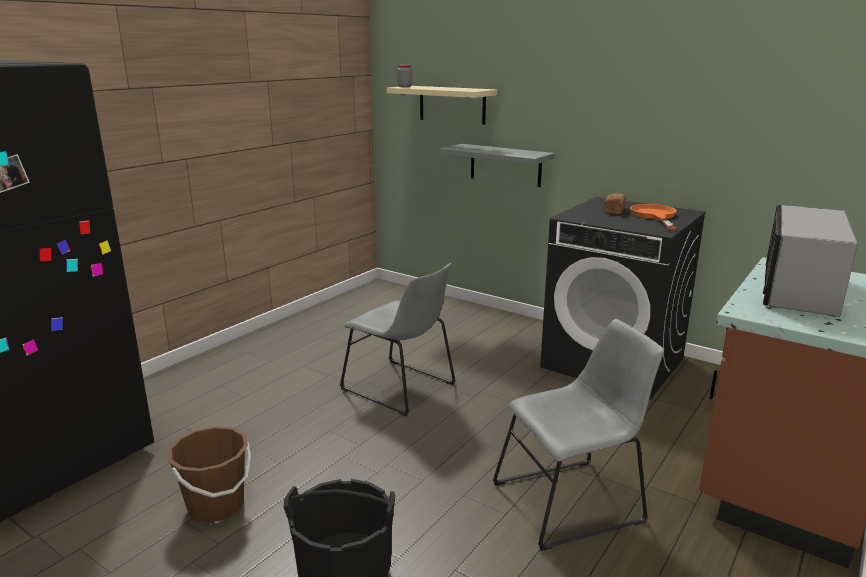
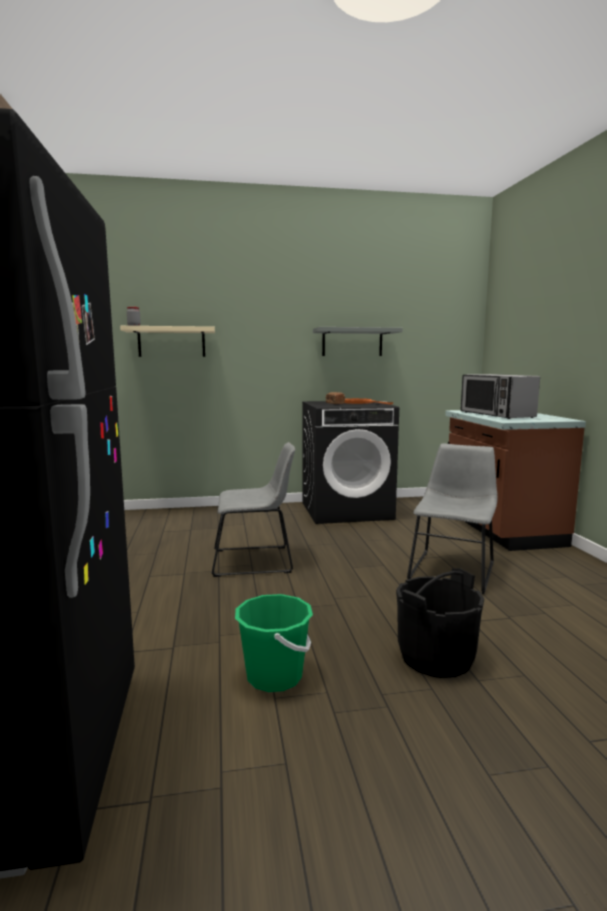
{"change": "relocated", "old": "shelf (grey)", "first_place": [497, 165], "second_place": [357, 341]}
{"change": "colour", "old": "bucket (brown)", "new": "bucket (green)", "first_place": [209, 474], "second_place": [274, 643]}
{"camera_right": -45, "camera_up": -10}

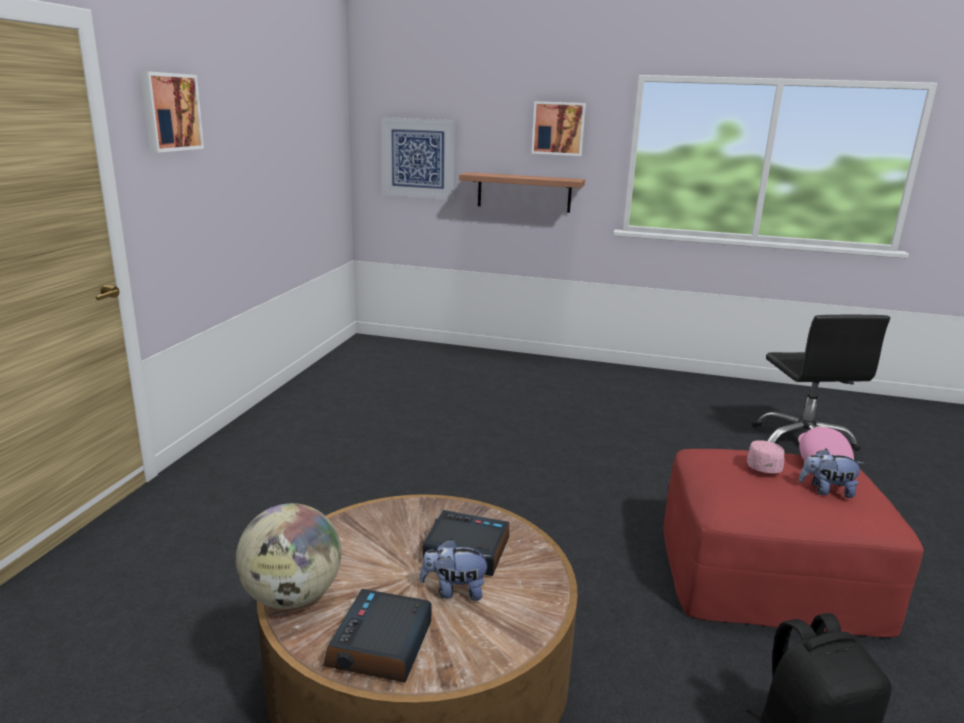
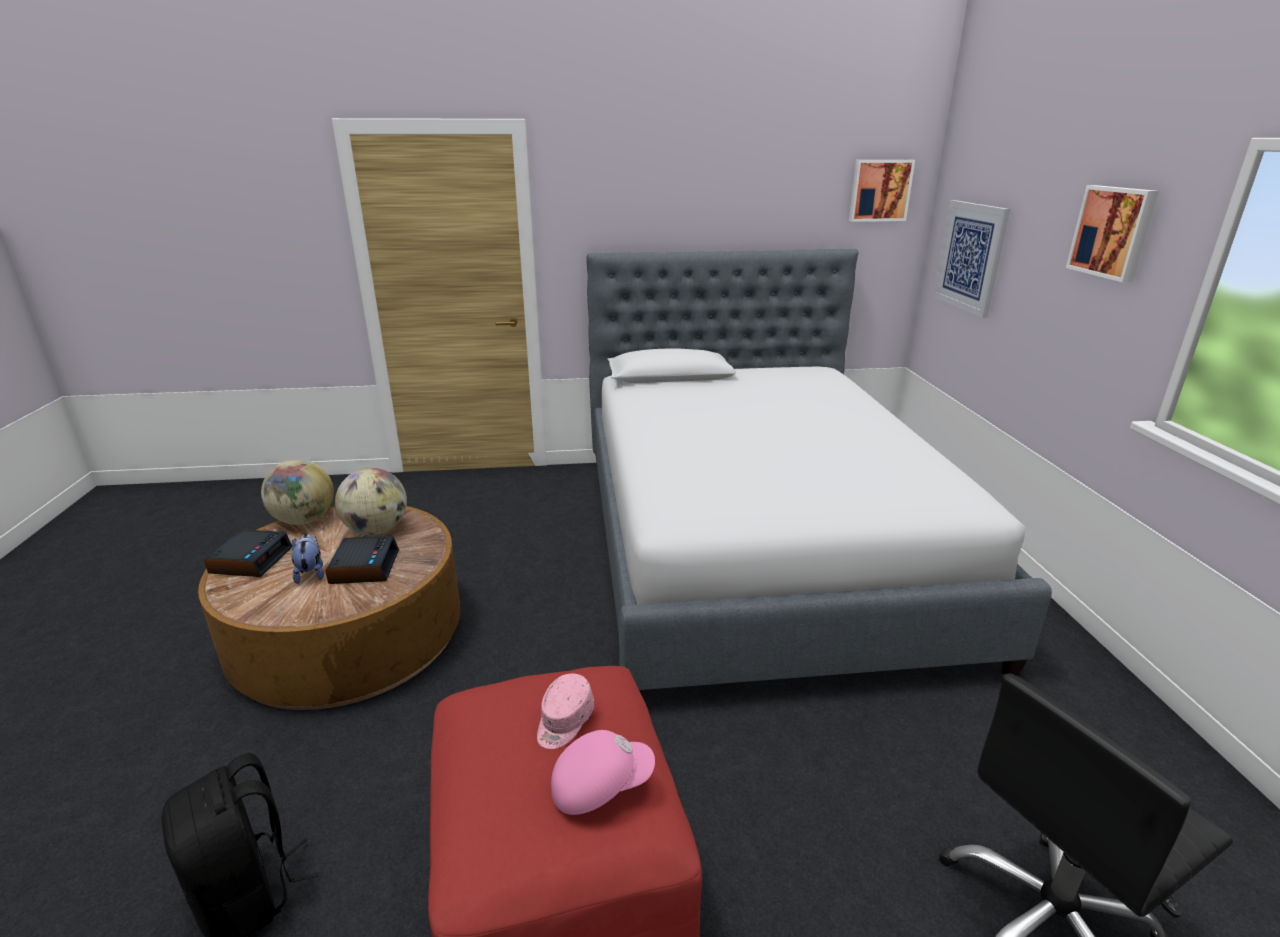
{"change": "relocated", "old": "picture", "first_place": [172, 112], "second_place": [882, 191]}
{"change": "missing", "old": "shelf", "first_place": [522, 192]}
{"change": "spun", "old": "cap (pink)", "first_place": [766, 456], "second_place": [565, 711], "degrees": 120}
{"change": "missing", "old": "plush toy", "first_place": [832, 473]}
{"change": "spun", "old": "alarm clock", "first_place": [378, 636], "second_place": [248, 553], "degrees": 105}
{"change": "appeared", "new": "bed", "second_place": [819, 473]}
{"change": "appeared", "new": "globe", "second_place": [371, 501]}
{"camera_right": 70, "camera_up": 5}

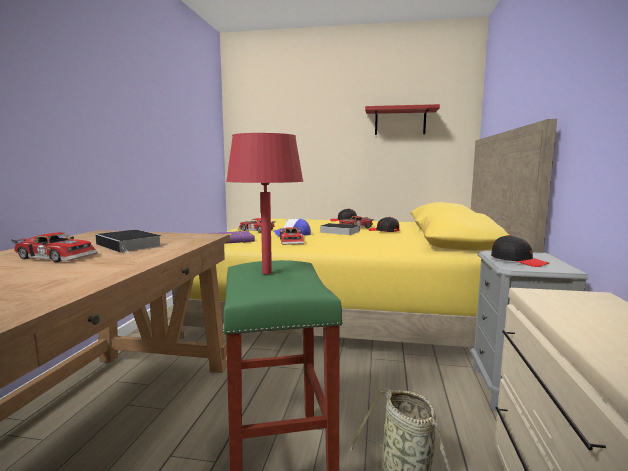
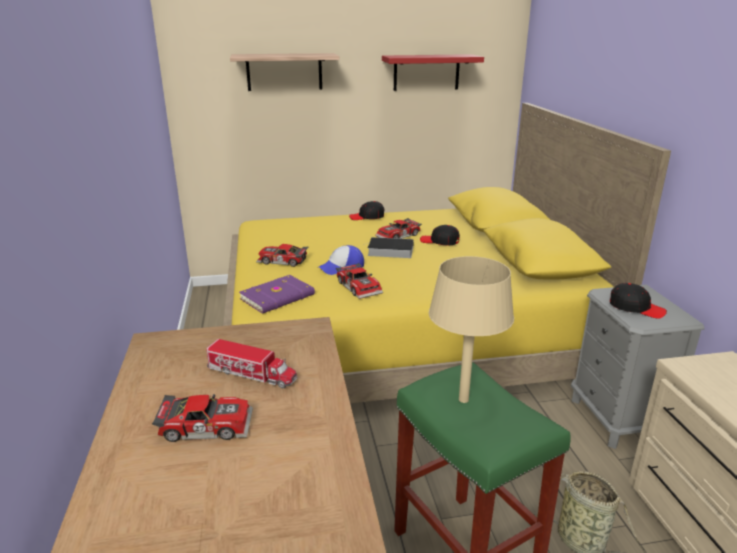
{"change": "colour", "old": "table lamp (red)", "new": "table lamp (beige)", "first_place": [264, 203], "second_place": [471, 329]}
{"change": "exchanged", "old": "book", "new": "toy truck", "first_place": [128, 242], "second_place": [252, 363]}
{"change": "appeared", "new": "shelf", "second_place": [285, 72]}
{"camera_right": -20, "camera_up": 15}

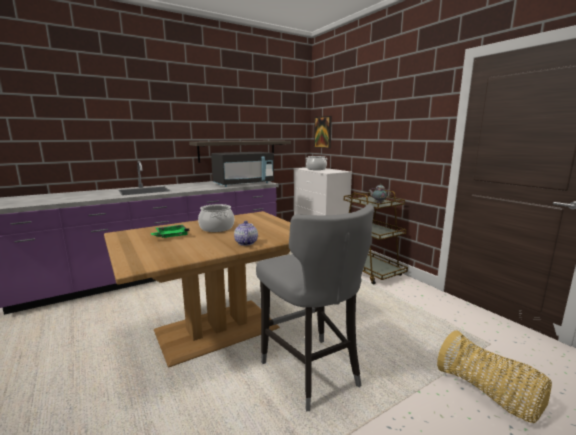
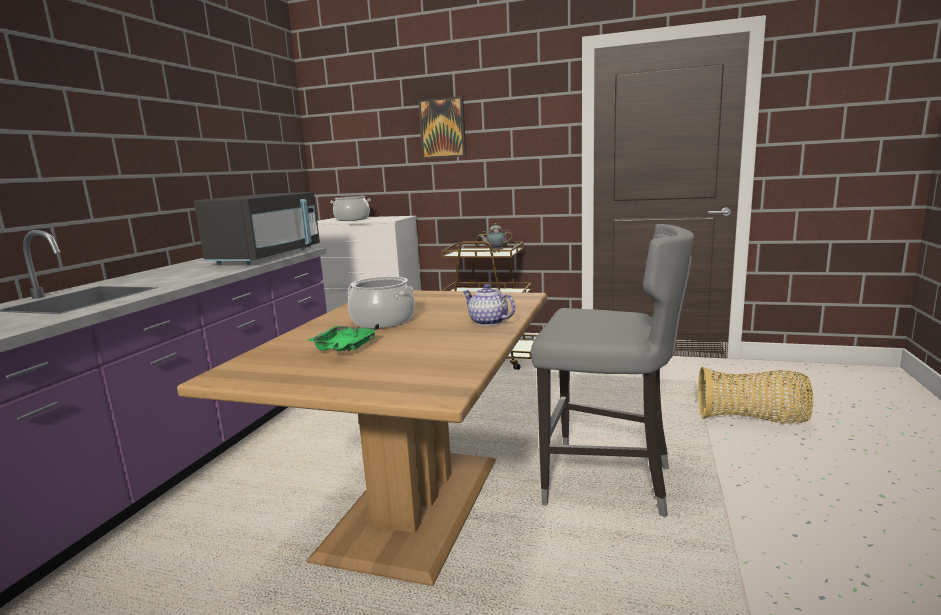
{"change": "relocated", "old": "picture", "first_place": [323, 132], "second_place": [442, 127]}
{"change": "missing", "old": "shelf", "first_place": [240, 152]}
{"camera_right": -40, "camera_up": 0}

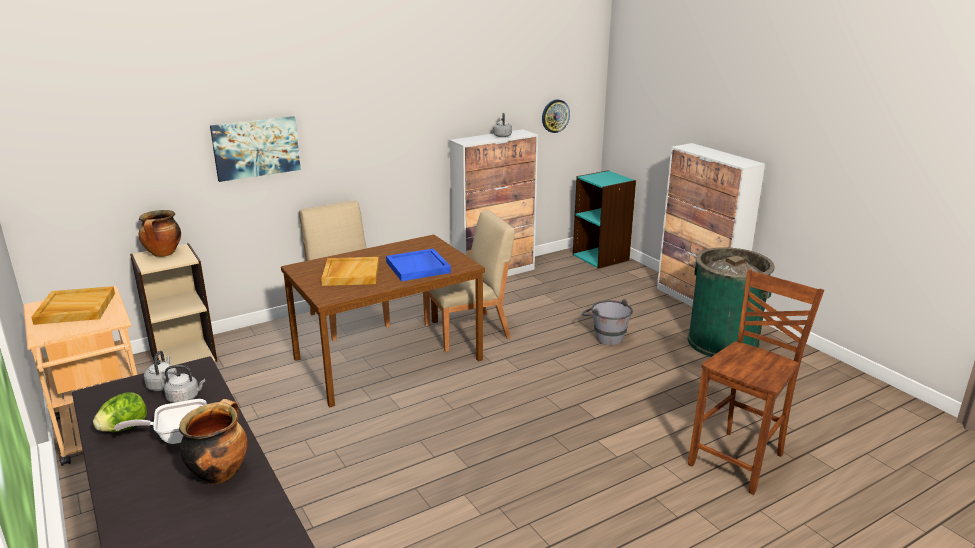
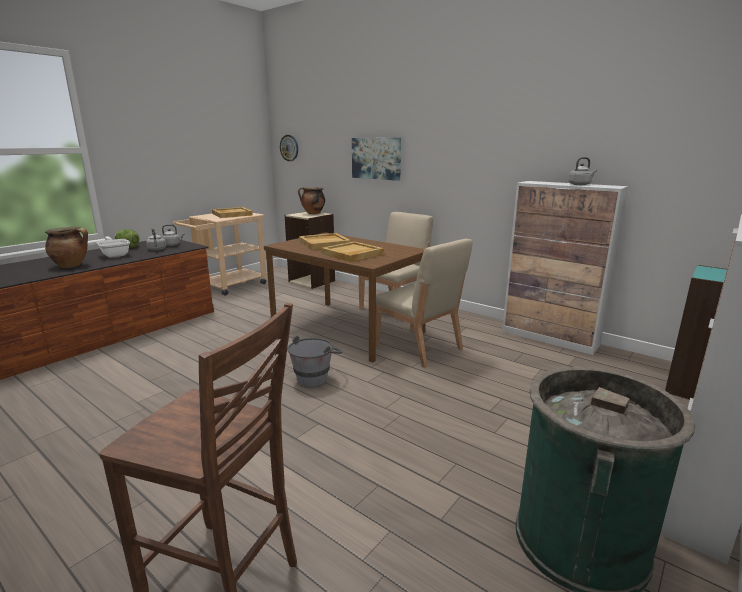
{"change": "relocated", "old": "wall clock", "first_place": [556, 116], "second_place": [289, 148]}
{"change": "colour", "old": "tray (blue)", "new": "tray (beige)", "first_place": [418, 265], "second_place": [352, 251]}
{"change": "relocated", "old": "bucket (grey)", "first_place": [607, 322], "second_place": [315, 362]}
{"camera_right": 70, "camera_up": -5}

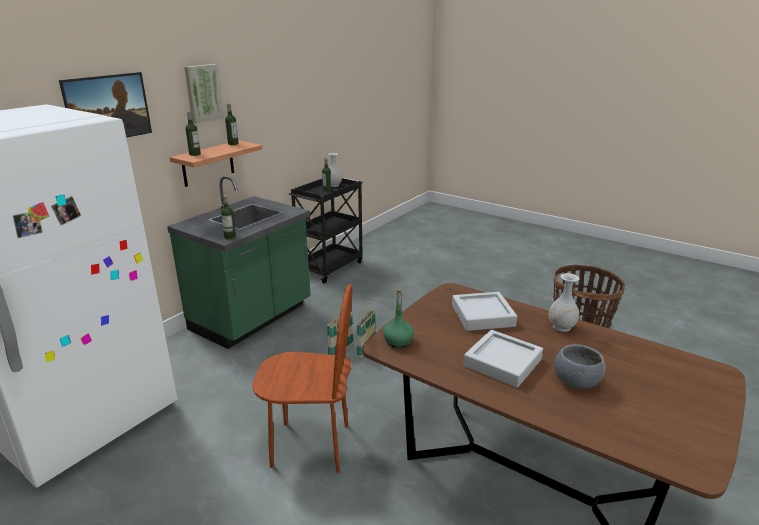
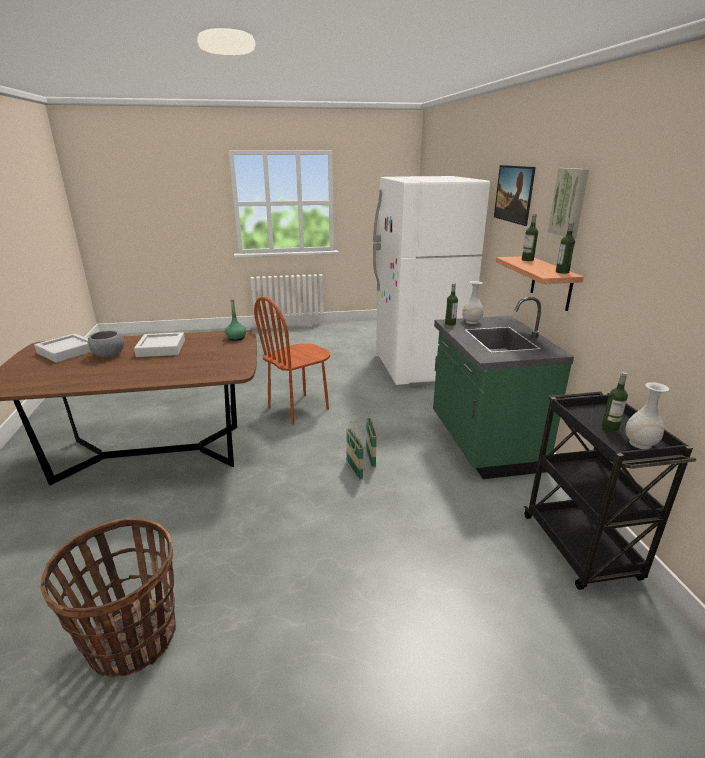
{"change": "relocated", "old": "vase (white)", "first_place": [564, 302], "second_place": [472, 302]}
{"change": "relocated", "old": "tray (grey)", "first_place": [485, 311], "second_place": [62, 348]}
{"camera_right": 135, "camera_up": 0}

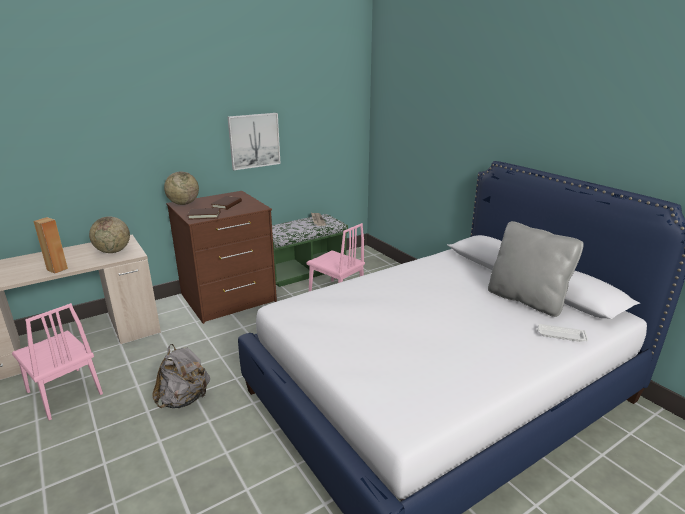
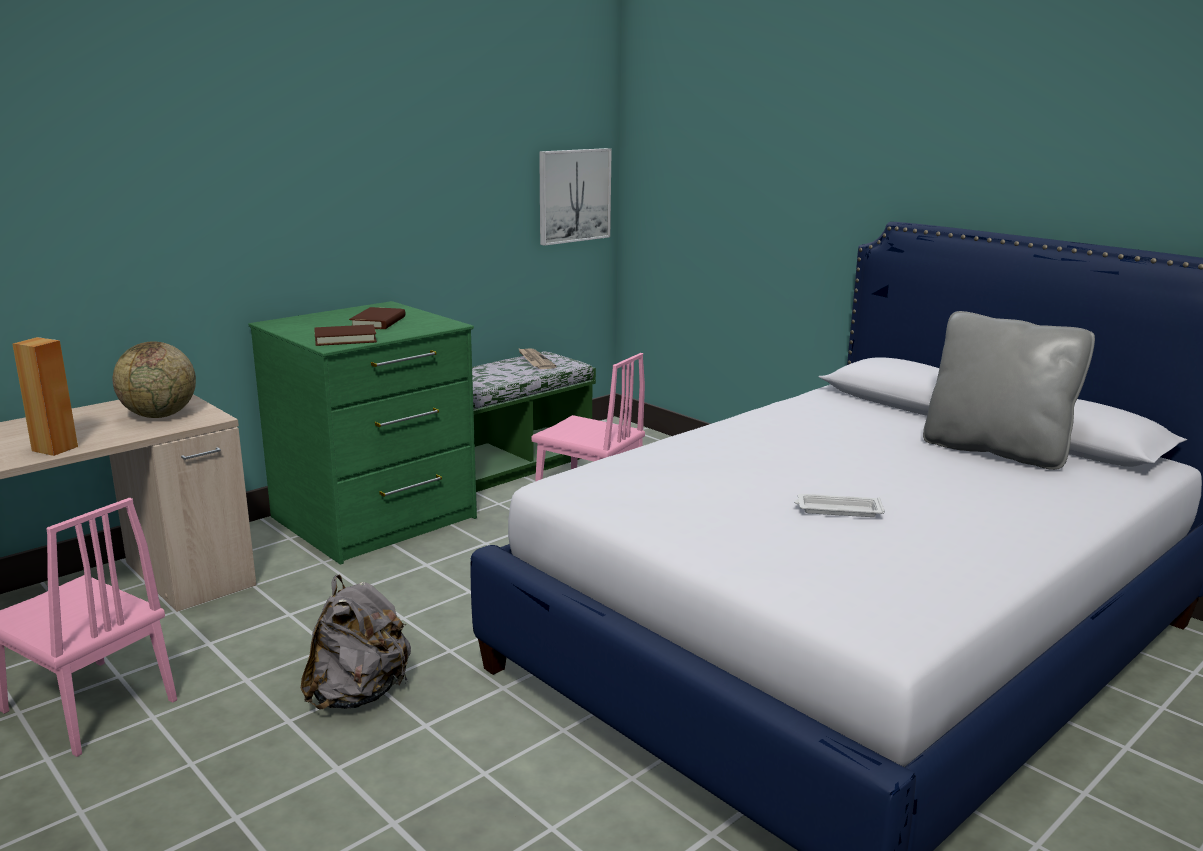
{"change": "relocated", "old": "picture", "first_place": [254, 141], "second_place": [575, 197]}
{"change": "missing", "old": "globe", "first_place": [181, 188]}
{"change": "colour", "old": "dresser (brown)", "new": "dresser (green)", "first_place": [221, 257], "second_place": [363, 433]}
{"change": "relocated", "old": "tray (white)", "first_place": [562, 333], "second_place": [839, 505]}
{"camera_right": -10, "camera_up": -5}

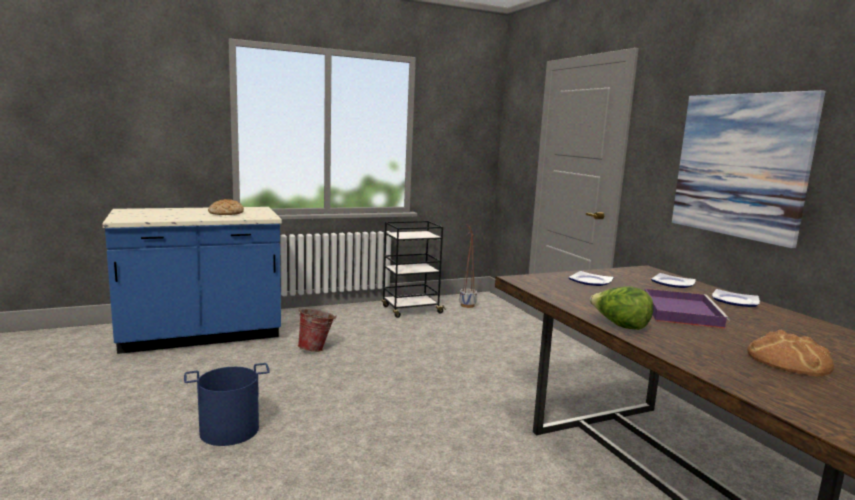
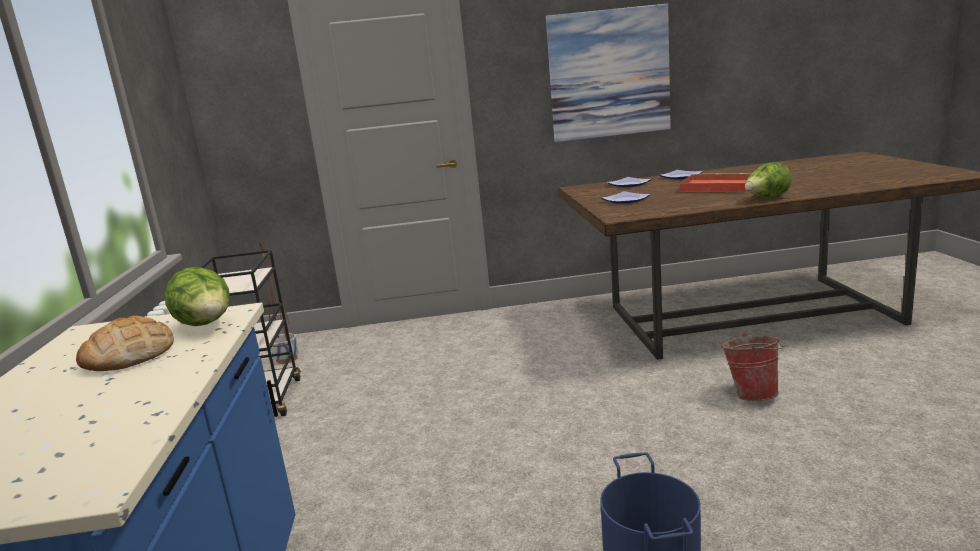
{"change": "colour", "old": "tray (purple)", "new": "tray (red)", "first_place": [687, 308], "second_place": [715, 182]}
{"change": "relocated", "old": "bucket", "first_place": [317, 330], "second_place": [752, 367]}
{"change": "missing", "old": "bread", "first_place": [790, 353]}
{"change": "appeared", "new": "lettuce", "second_place": [197, 296]}
{"camera_right": -70, "camera_up": 5}

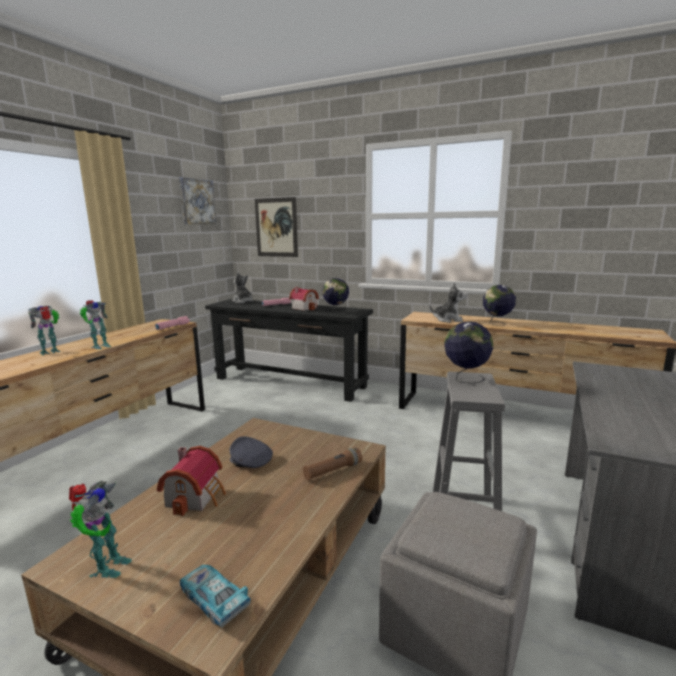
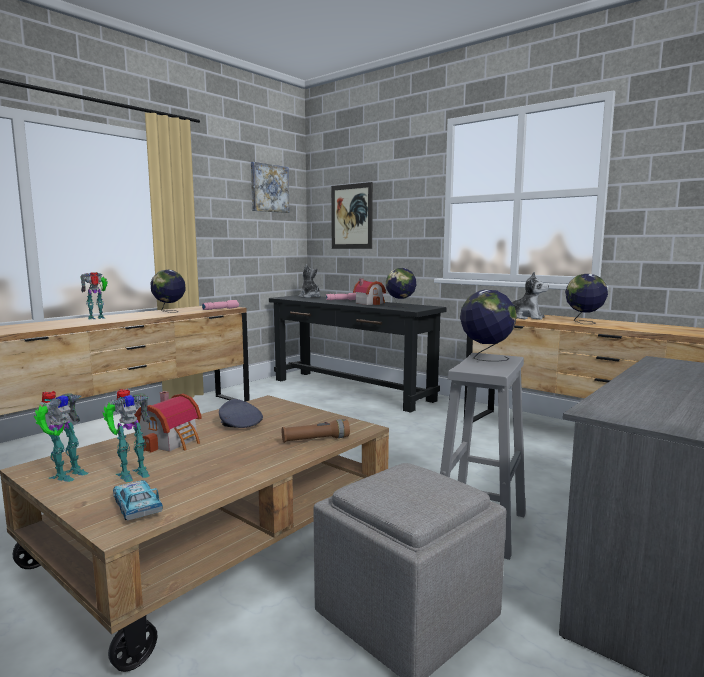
{"change": "relocated", "old": "toy robot", "first_place": [96, 324], "second_place": [126, 435]}
{"change": "appeared", "new": "globe", "second_place": [167, 291]}
{"camera_right": 15, "camera_up": -5}

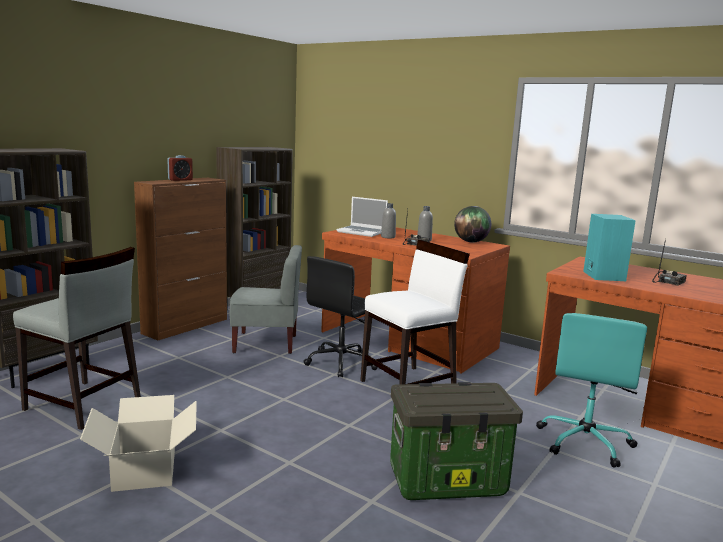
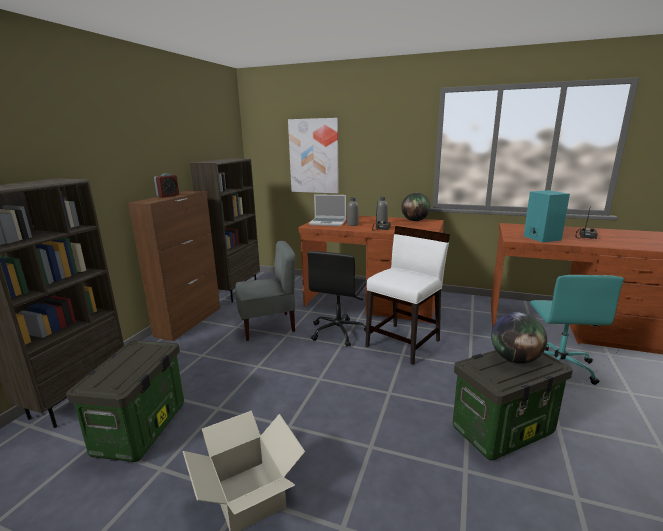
{"change": "exchanged", "old": "chair (grey)", "new": "storage box", "first_place": [77, 338], "second_place": [125, 401]}
{"change": "appeared", "new": "picture", "second_place": [313, 155]}
{"change": "appeared", "new": "globe", "second_place": [519, 338]}
{"camera_right": -15, "camera_up": 5}

